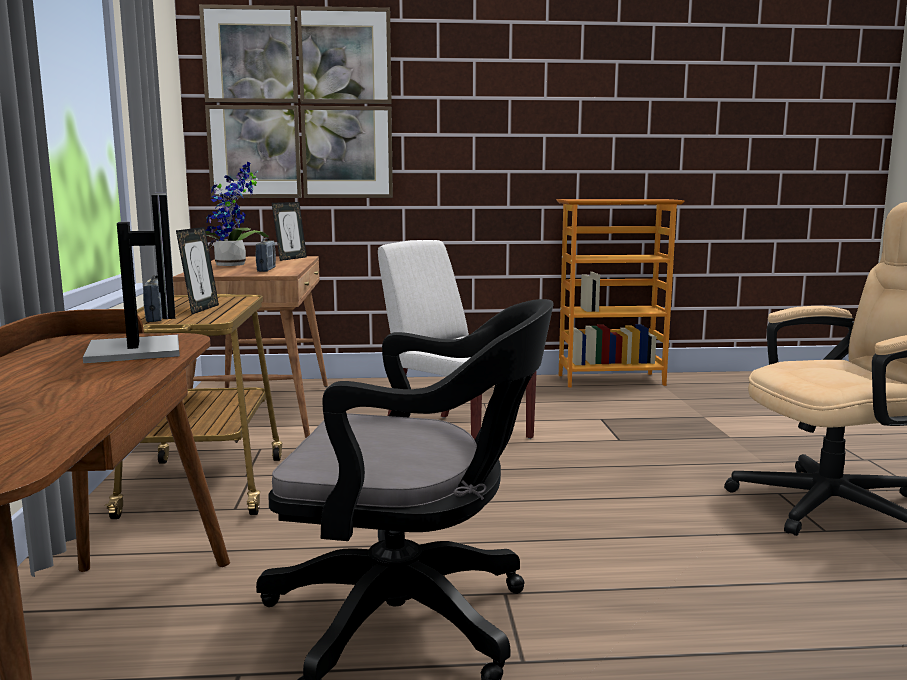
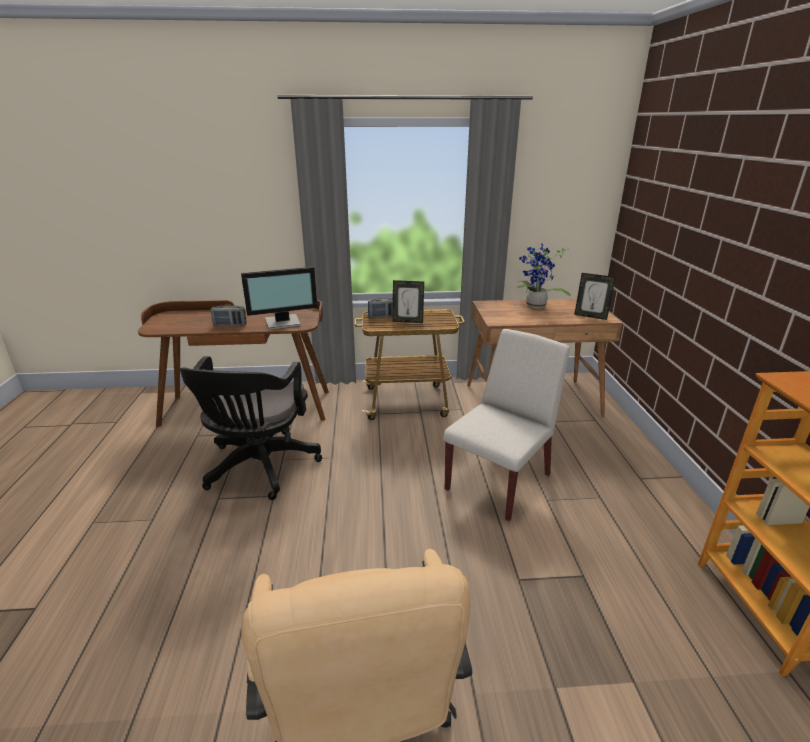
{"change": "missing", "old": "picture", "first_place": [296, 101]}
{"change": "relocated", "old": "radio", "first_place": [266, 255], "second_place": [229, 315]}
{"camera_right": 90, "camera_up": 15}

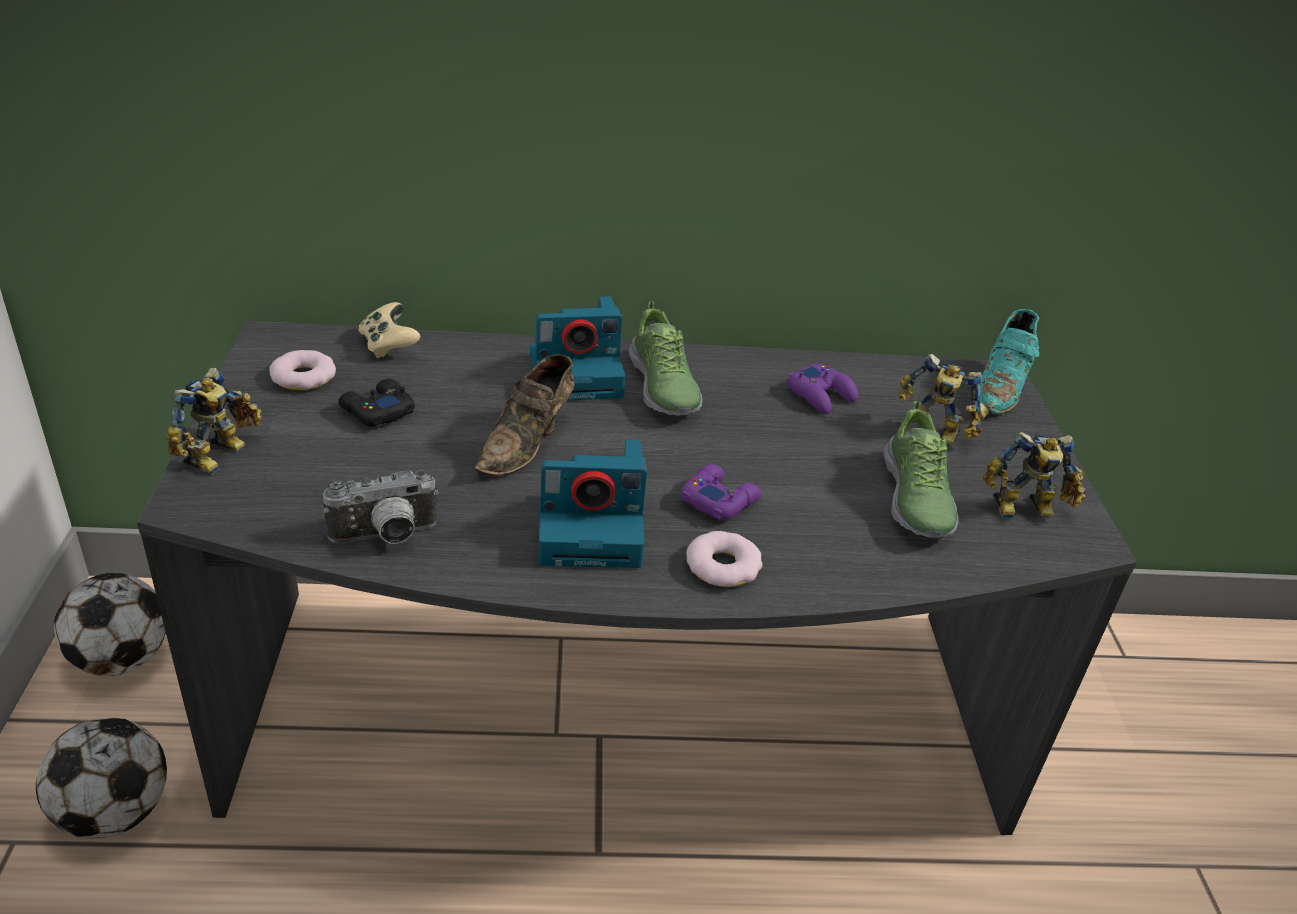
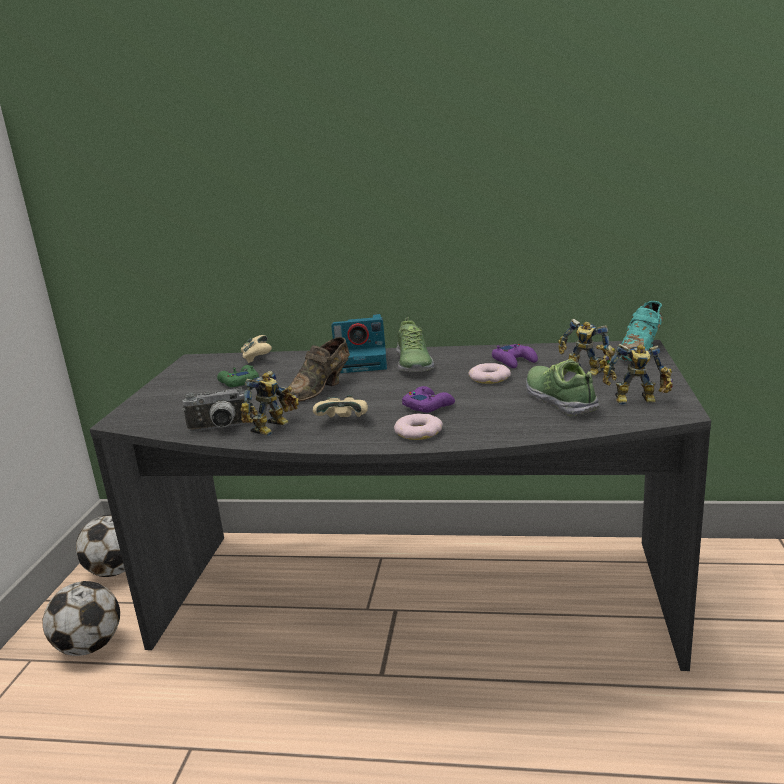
{"change": "relocated", "old": "donut", "first_place": [302, 370], "second_place": [489, 373]}
{"change": "relocated", "old": "toy robot", "first_place": [213, 421], "second_place": [269, 403]}
{"change": "colour", "old": "game controller (black)", "new": "game controller (green)", "first_place": [376, 403], "second_place": [238, 376]}
{"change": "spun", "old": "shoe", "first_place": [921, 469], "second_place": [563, 387], "degrees": 150}
{"change": "exchanged", "old": "photo camera", "new": "game controller (beige)", "first_place": [592, 503], "second_place": [340, 406]}
{"camera_right": 15, "camera_up": -15}

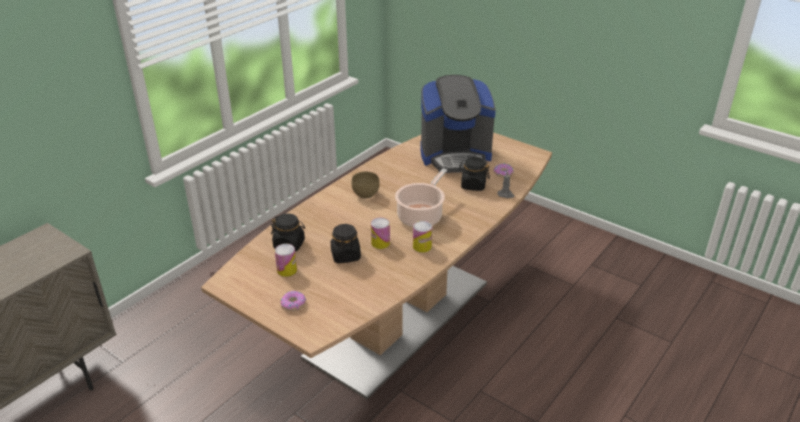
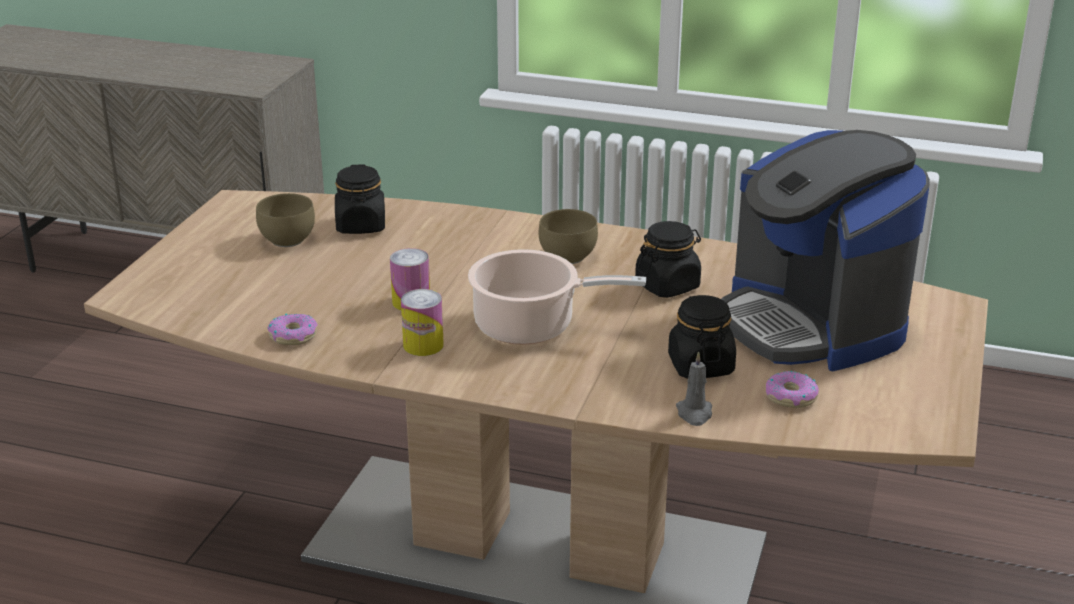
{"change": "relocated", "old": "jar (black)", "first_place": [346, 243], "second_place": [668, 259]}
{"change": "exchanged", "old": "can", "new": "bowl (brown)", "first_place": [286, 260], "second_place": [285, 220]}
{"change": "relocated", "old": "donut", "first_place": [293, 301], "second_place": [292, 329]}
{"camera_right": 70, "camera_up": -5}

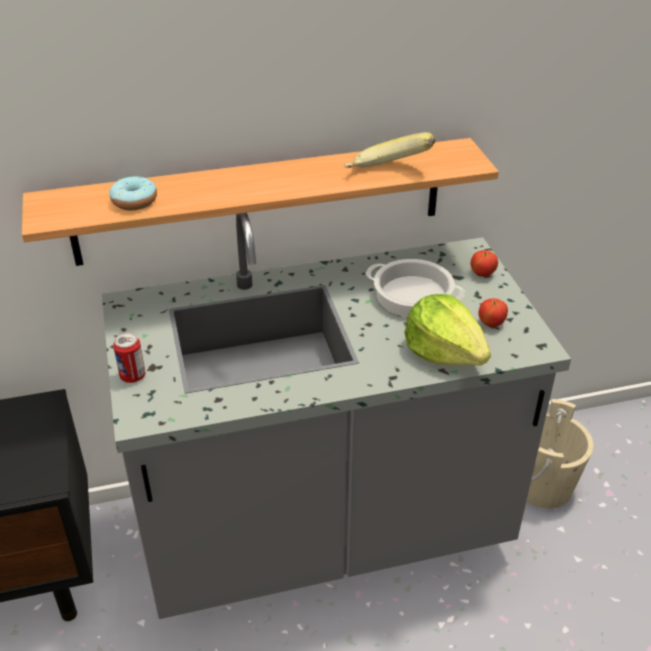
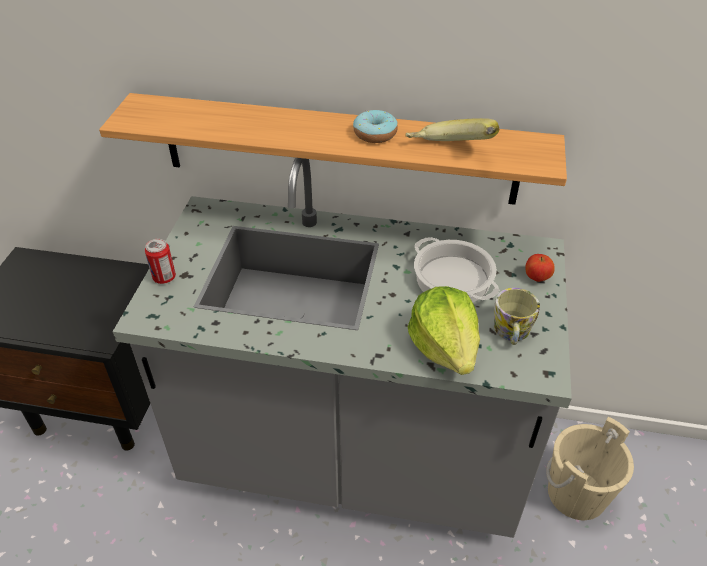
{"change": "relocated", "old": "donut", "first_place": [133, 193], "second_place": [375, 126]}
{"change": "exchanged", "old": "apple", "new": "mug", "first_place": [493, 312], "second_place": [517, 316]}
{"camera_right": 25, "camera_up": 5}

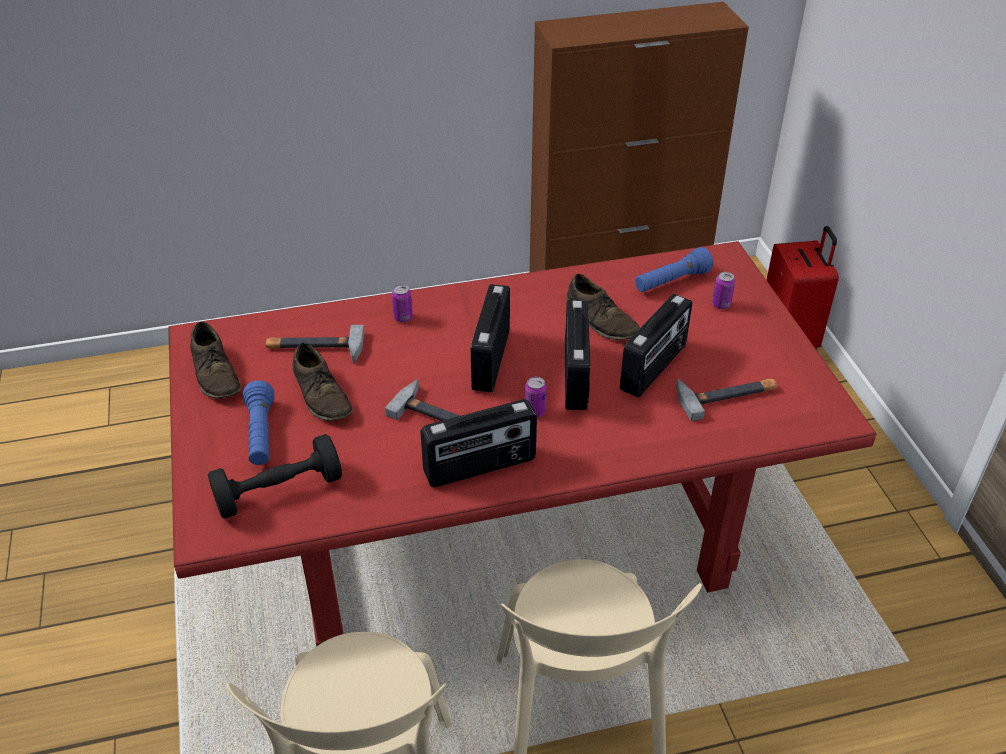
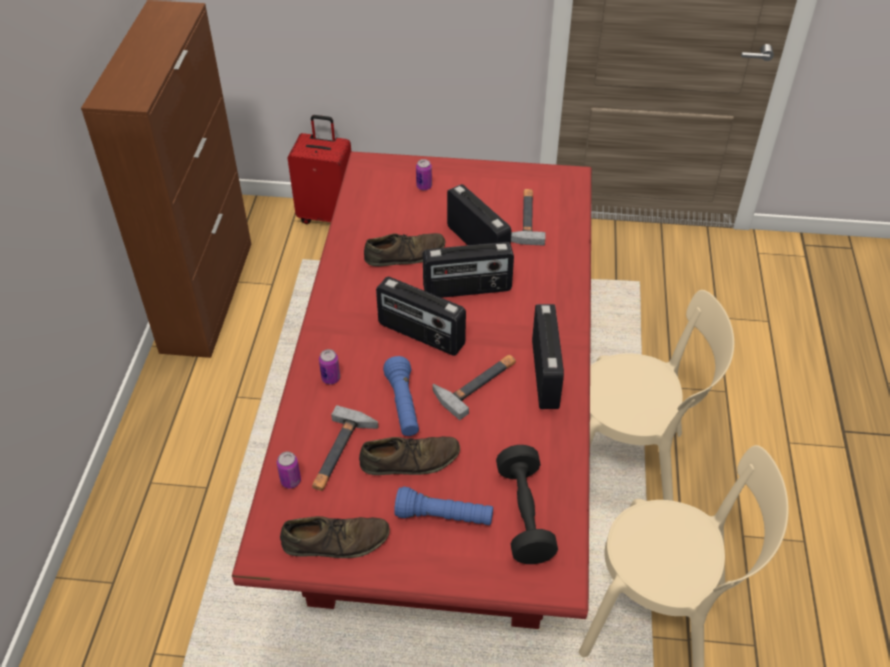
{"change": "relocated", "old": "flashlight (blue)", "first_place": [674, 269], "second_place": [401, 396]}
{"change": "spun", "old": "radio", "first_place": [577, 355], "second_place": [468, 270], "degrees": 150}
{"change": "relocated", "old": "can", "first_place": [536, 397], "second_place": [289, 470]}
{"camera_right": -70, "camera_up": 5}

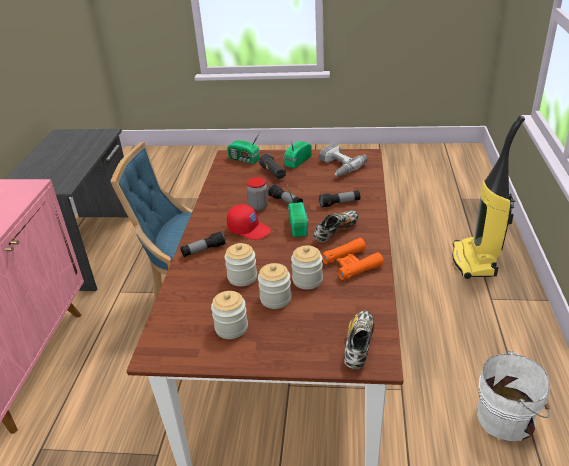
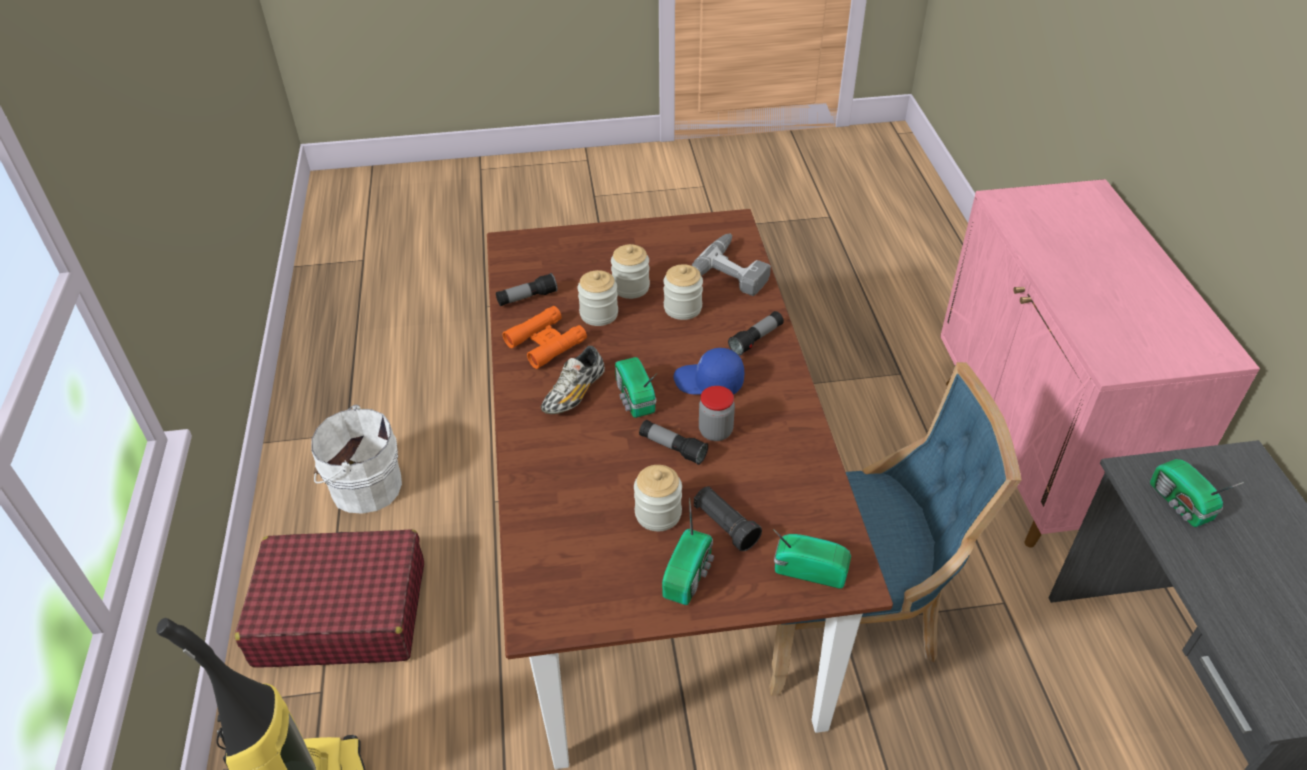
{"change": "relocated", "old": "power drill", "first_place": [343, 160], "second_place": [731, 264]}
{"change": "relocated", "old": "flashlight", "first_place": [339, 199], "second_place": [527, 289]}
{"change": "colour", "old": "cap (red)", "new": "cap (blue)", "first_place": [249, 222], "second_place": [708, 371]}
{"change": "relocated", "old": "jar", "first_place": [229, 315], "second_place": [658, 498]}
{"change": "missing", "old": "shoe", "first_place": [359, 340]}
{"change": "appeared", "new": "radio", "second_place": [1197, 493]}
{"change": "appeared", "new": "suitcase (red)", "second_place": [329, 598]}
{"camera_right": 165, "camera_up": 10}

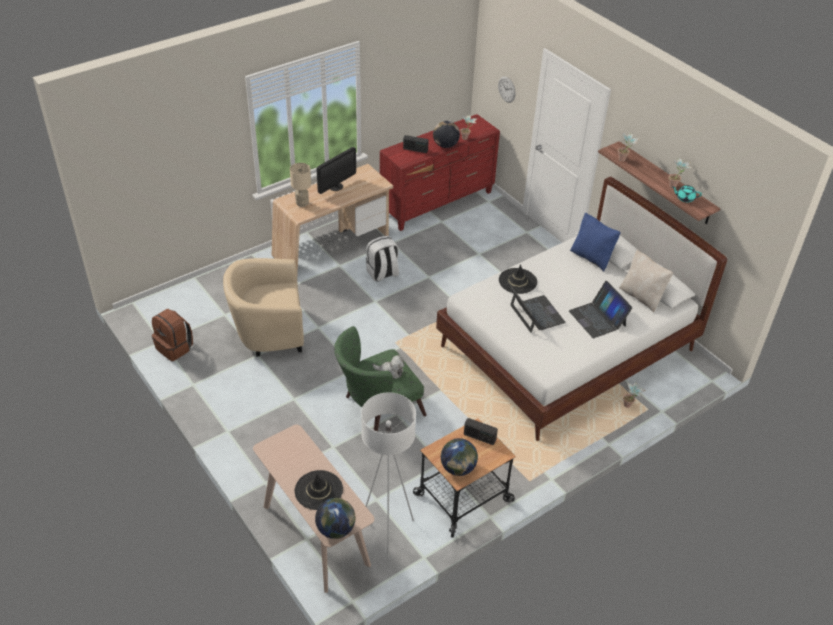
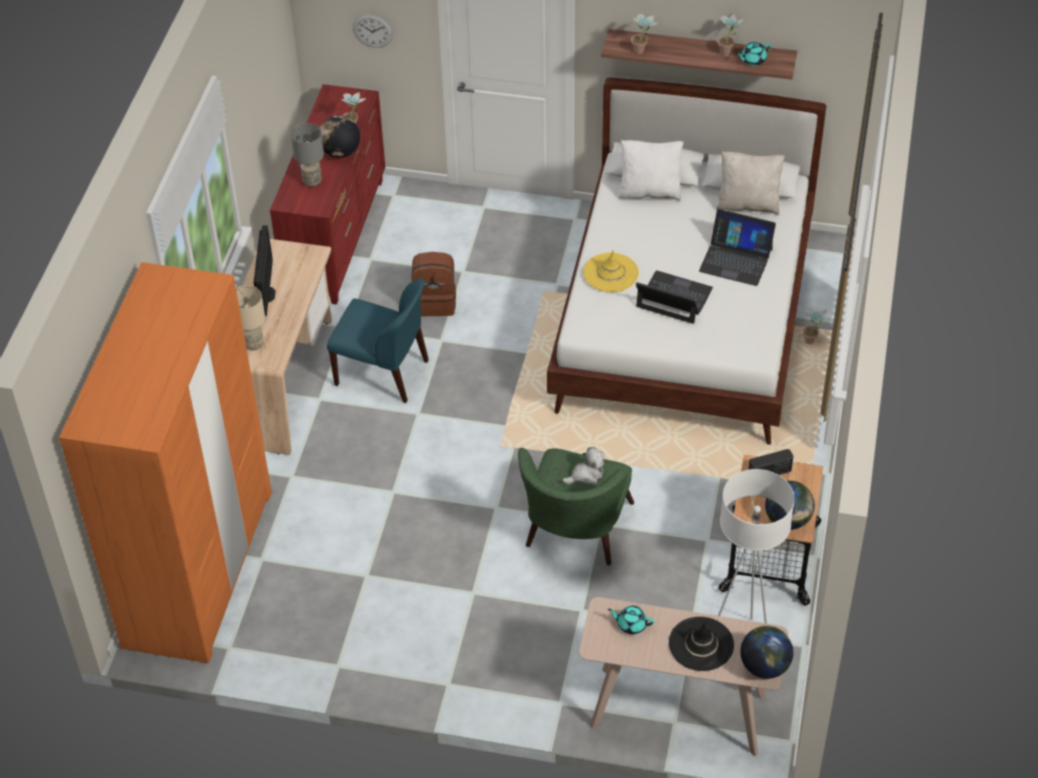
{"change": "exchanged", "old": "radio", "new": "table lamp (grey)", "first_place": [416, 144], "second_place": [307, 155]}
{"change": "colour", "old": "pillow (blue)", "new": "pillow (white)", "first_place": [595, 242], "second_place": [651, 170]}
{"change": "exchanged", "old": "backpack (white)", "new": "chair (blue)", "first_place": [382, 259], "second_place": [378, 340]}
{"change": "missing", "old": "armchair (beige)", "first_place": [263, 307]}
{"change": "colour", "old": "hat (black)", "new": "hat (yellow)", "first_place": [518, 279], "second_place": [611, 271]}
{"change": "relocated", "old": "backpack (brown)", "first_place": [172, 335], "second_place": [434, 284]}
{"change": "appeared", "new": "wardrobe (orange)", "second_place": [165, 462]}
{"change": "appeared", "new": "teapot (turquoise)", "second_place": [631, 620]}
{"camera_right": -40, "camera_up": 5}

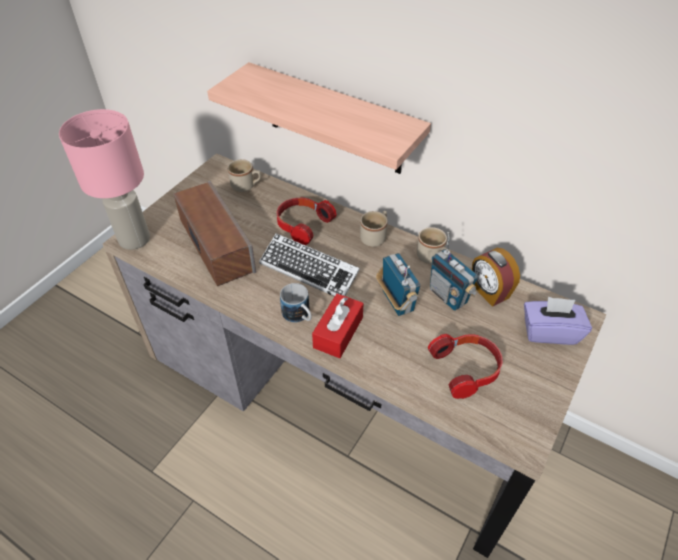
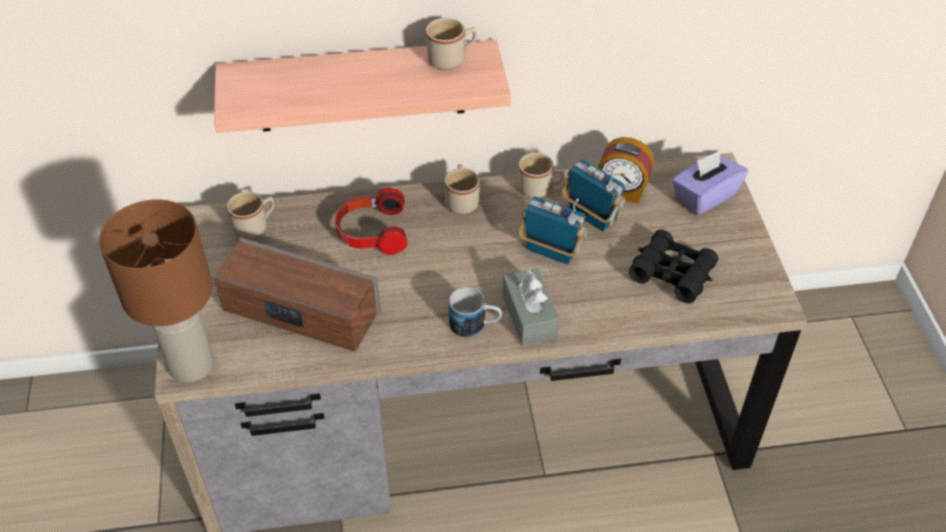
{"change": "colour", "old": "table lamp (pink)", "new": "table lamp (brown)", "first_place": [104, 179], "second_place": [156, 291]}
{"change": "spun", "old": "radio", "first_place": [454, 271], "second_place": [593, 195], "degrees": -150}
{"change": "missing", "old": "keyboard", "first_place": [309, 265]}
{"change": "colour", "old": "tissue box (red)", "new": "tissue box (grey)", "first_place": [338, 326], "second_place": [530, 307]}
{"change": "exchanged", "old": "headphones", "new": "binoculars (black)", "first_place": [465, 366], "second_place": [673, 266]}
{"change": "appeared", "new": "mug (beige)", "second_place": [451, 44]}
{"camera_right": -40, "camera_up": 0}

